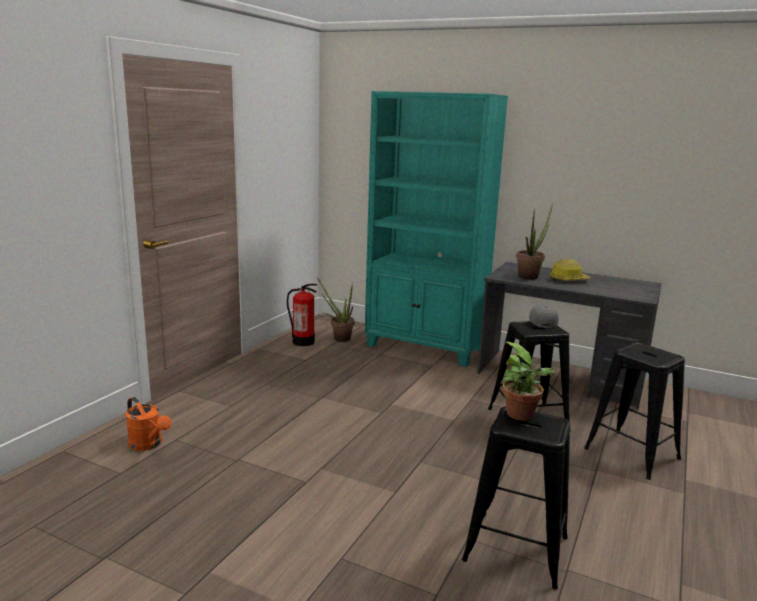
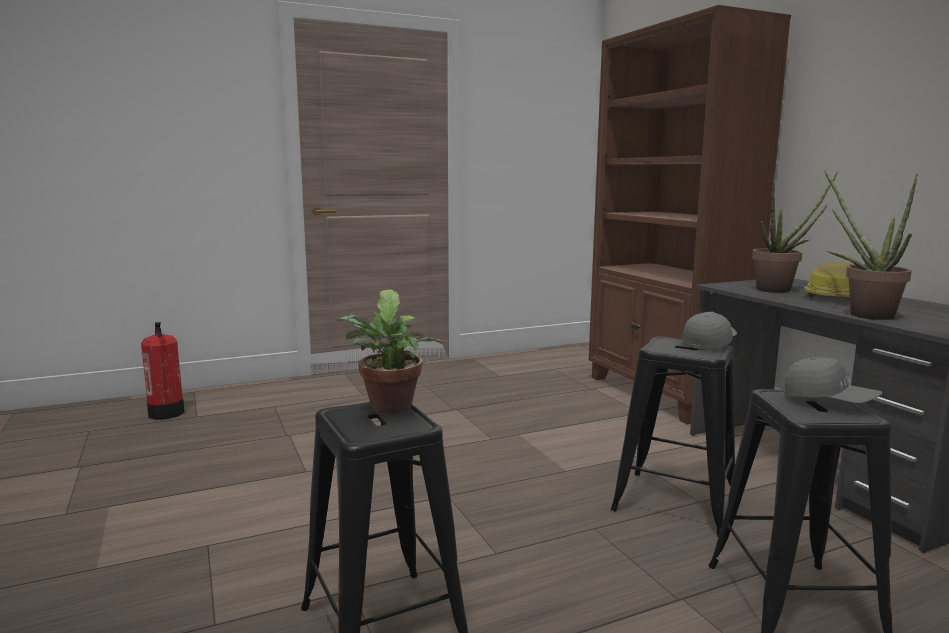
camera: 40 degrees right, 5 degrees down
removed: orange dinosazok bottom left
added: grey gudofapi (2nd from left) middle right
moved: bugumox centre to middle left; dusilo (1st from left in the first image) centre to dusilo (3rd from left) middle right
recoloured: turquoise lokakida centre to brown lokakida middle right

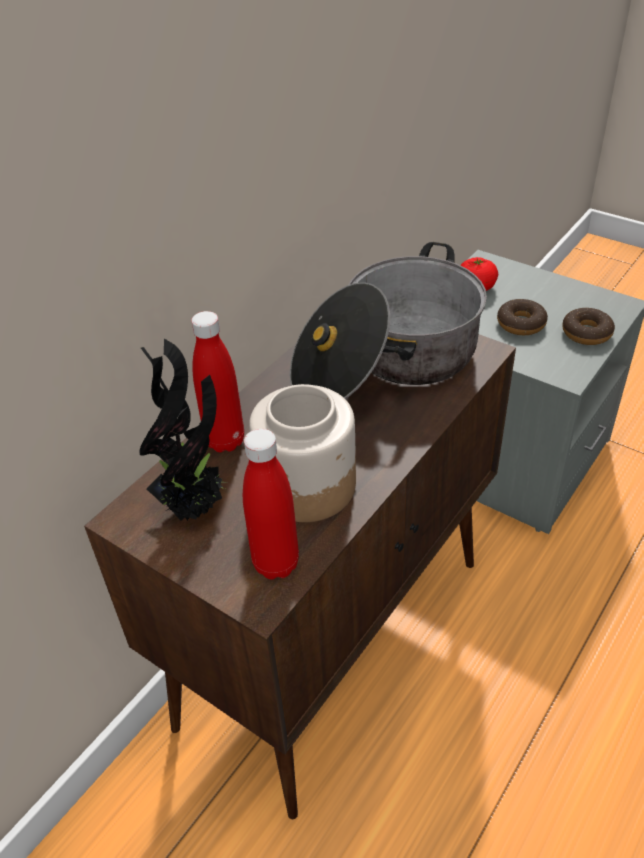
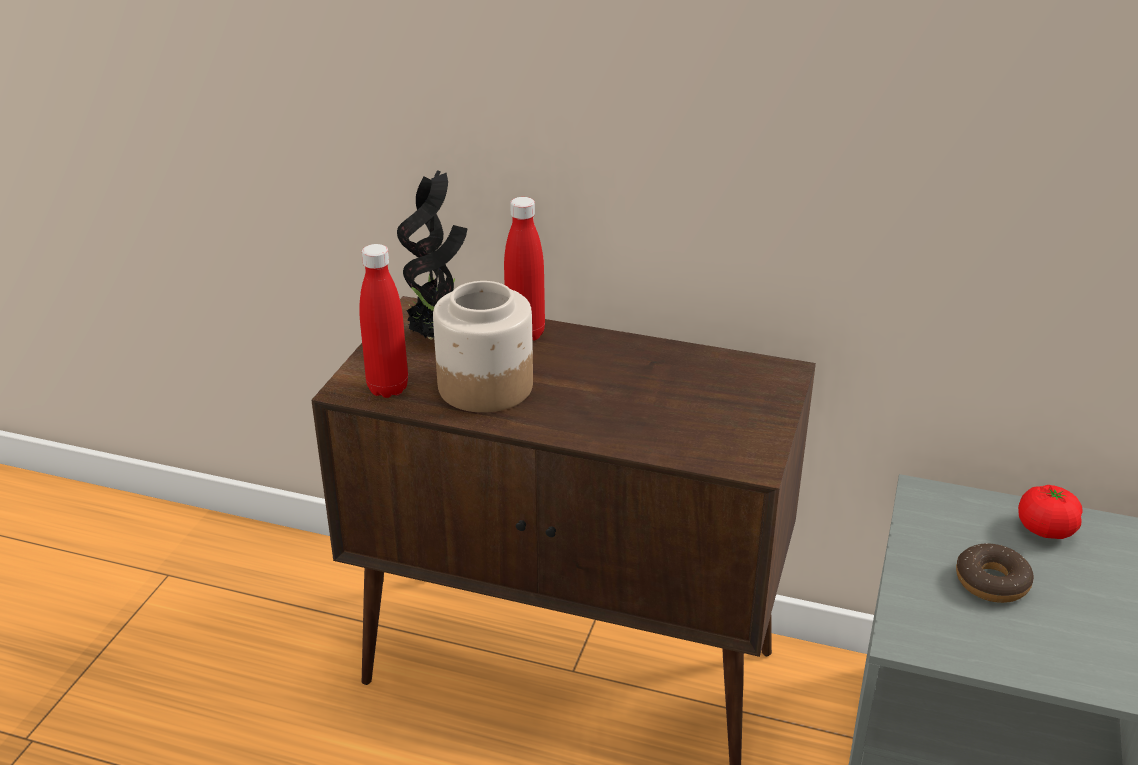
camera: 70 degrees right, 10 degrees down
removed: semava centre; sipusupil (2nd from left) middle right

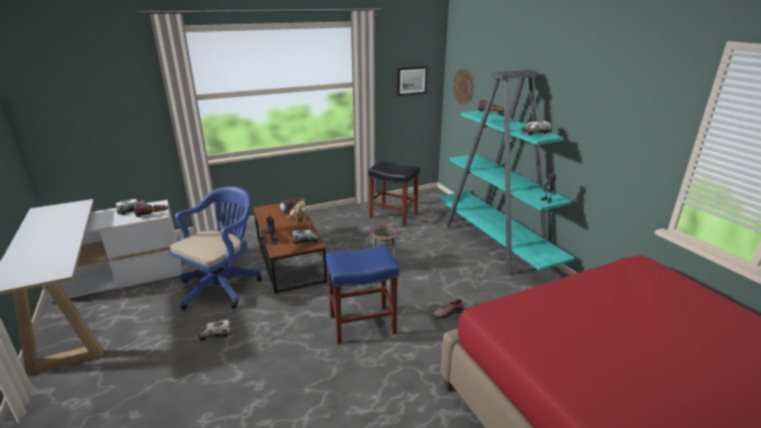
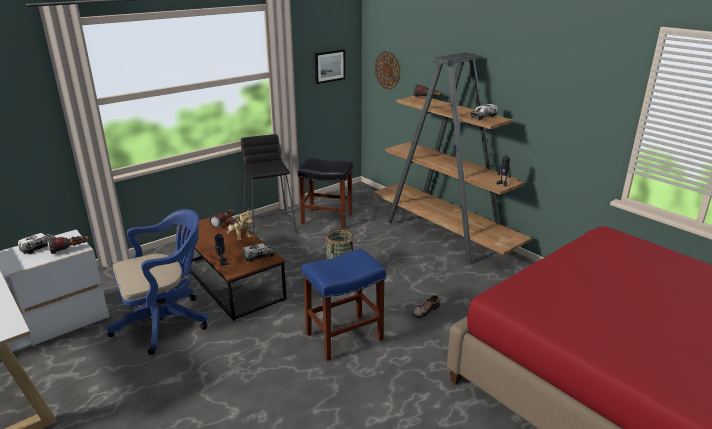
camera: 15 degrees left, 0 degrees up
removed: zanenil (2nd from left) bottom left
added: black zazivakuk (1st from left) centre
recoloured: turquoise lokakida centre to brown lokakida centre
turned: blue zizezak middle left = middle left 45 degrees clockwise

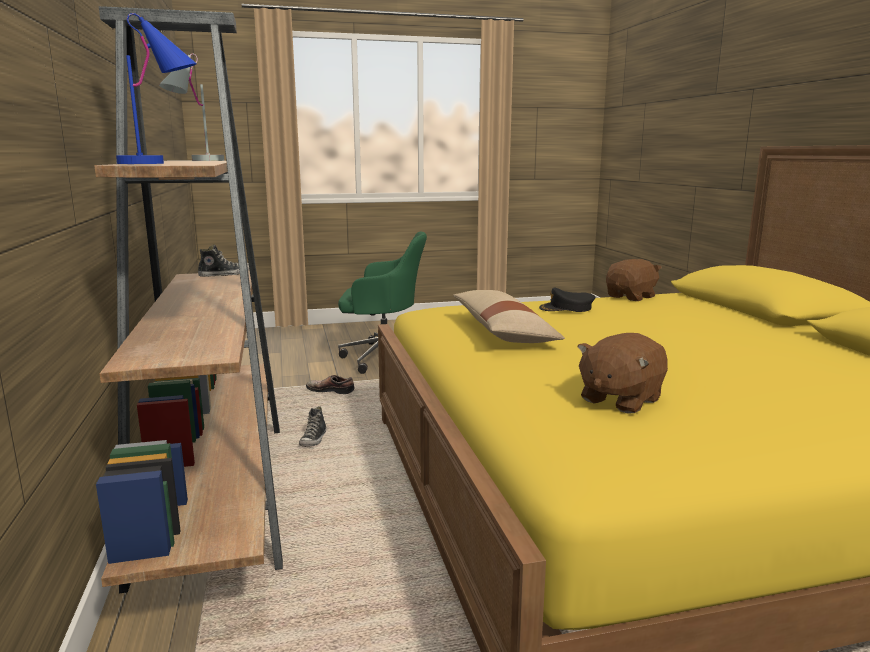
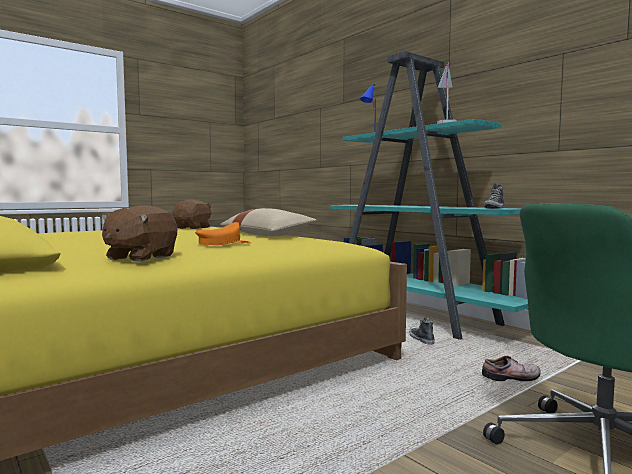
camera: 155 degrees right, 10 degrees down
recoloured: black gudofapi centre to orange gudofapi centre; brown lokakida middle left to turquoise lokakida middle right

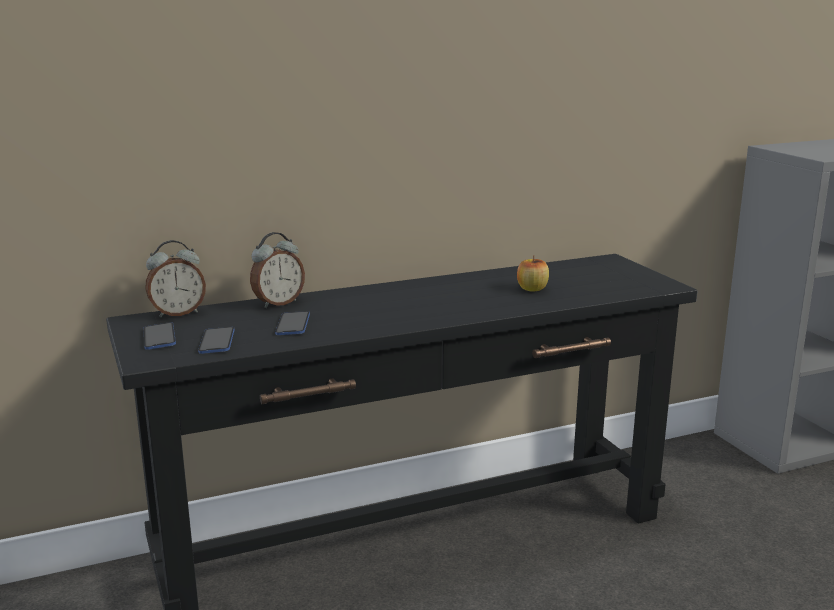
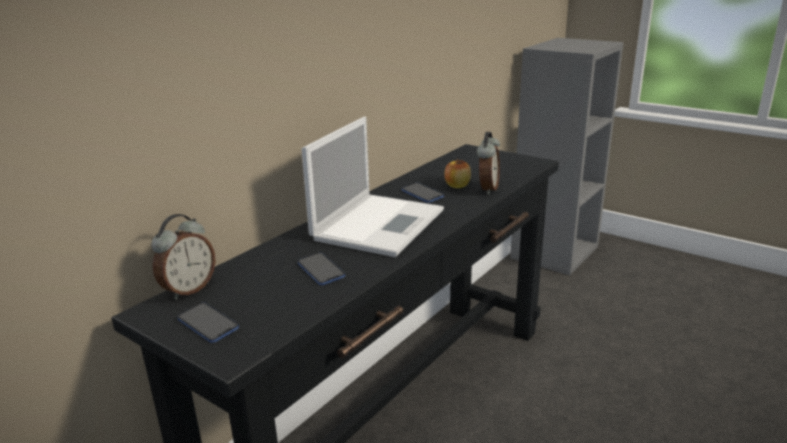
camera: 30 degrees left, 5 degrees up
added: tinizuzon centre
moved: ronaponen (2nd from left in the first image) middle left to ronaponen (3rd from left) centre; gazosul (2nd from left) middle left to centre

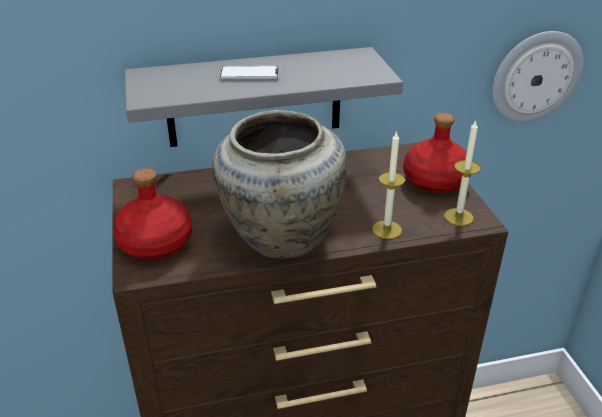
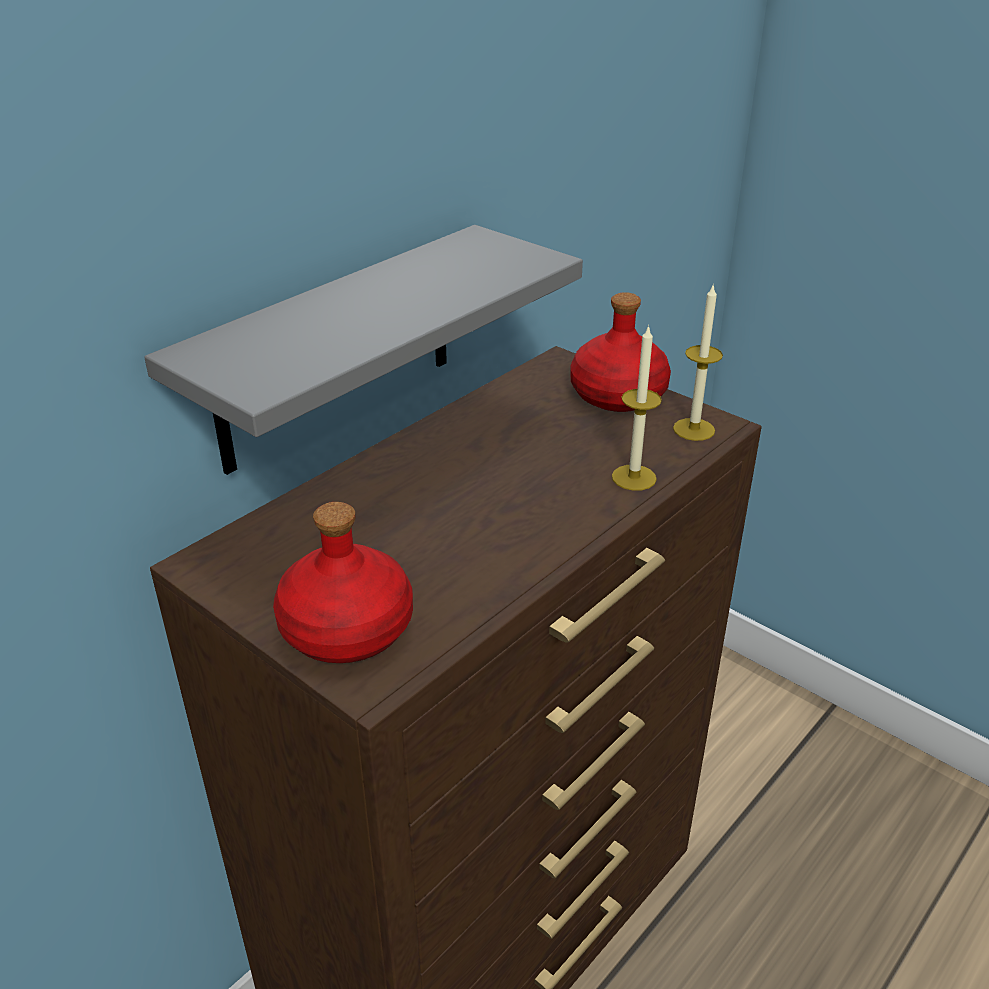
camera: 35 degrees left, 0 degrees up
removed: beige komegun centre; ronaponen top centre; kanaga top right

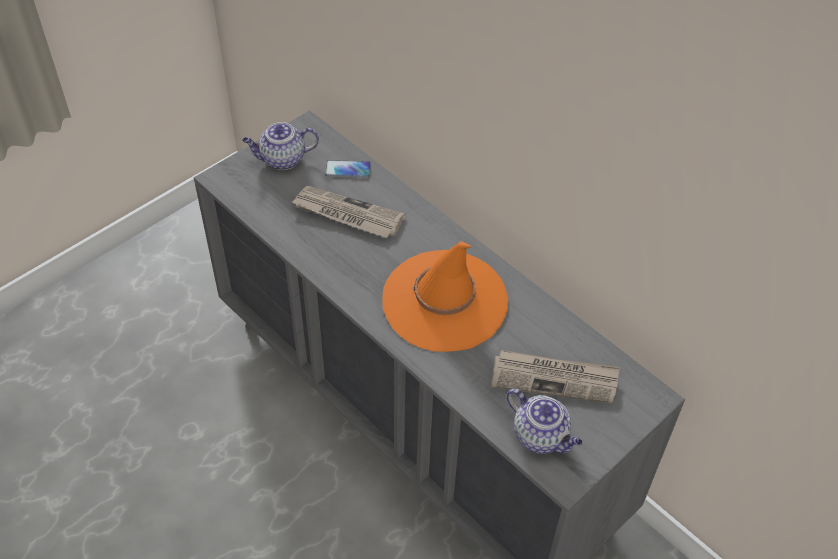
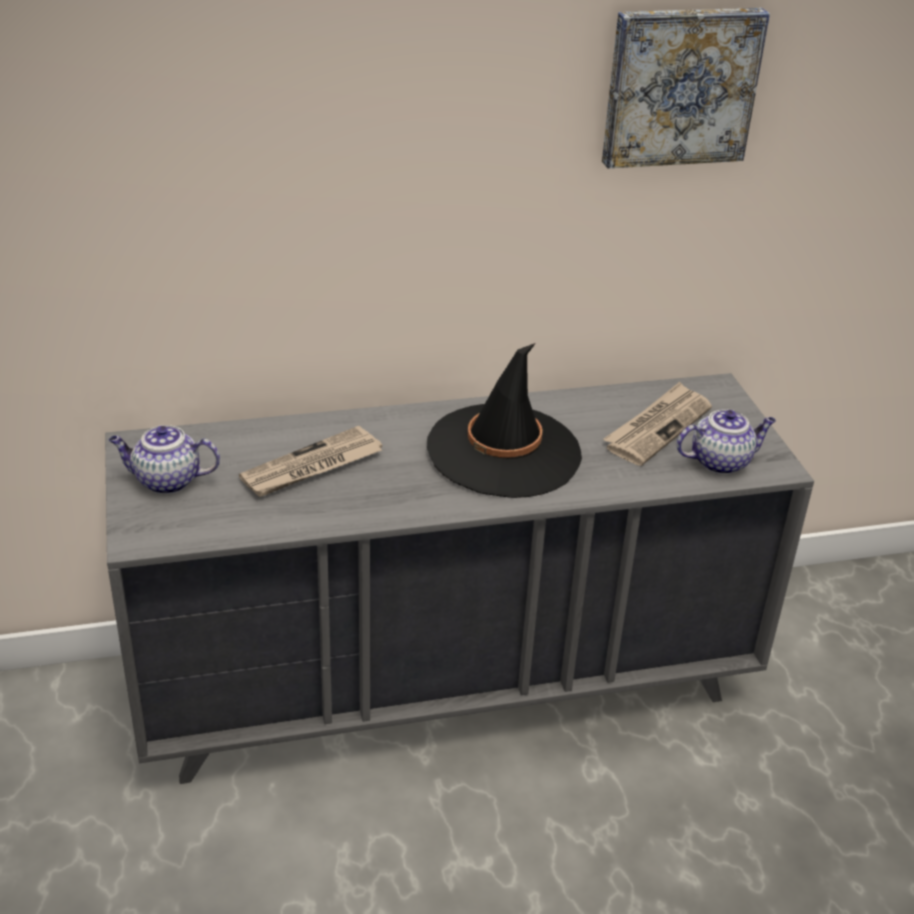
camera: 60 degrees left, 15 degrees down
removed: ronaponen top centre
added: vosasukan top right
recoloured: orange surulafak centre to black surulafak centre
turned: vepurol (1st from left) top centre = middle left 75 degrees clockwise

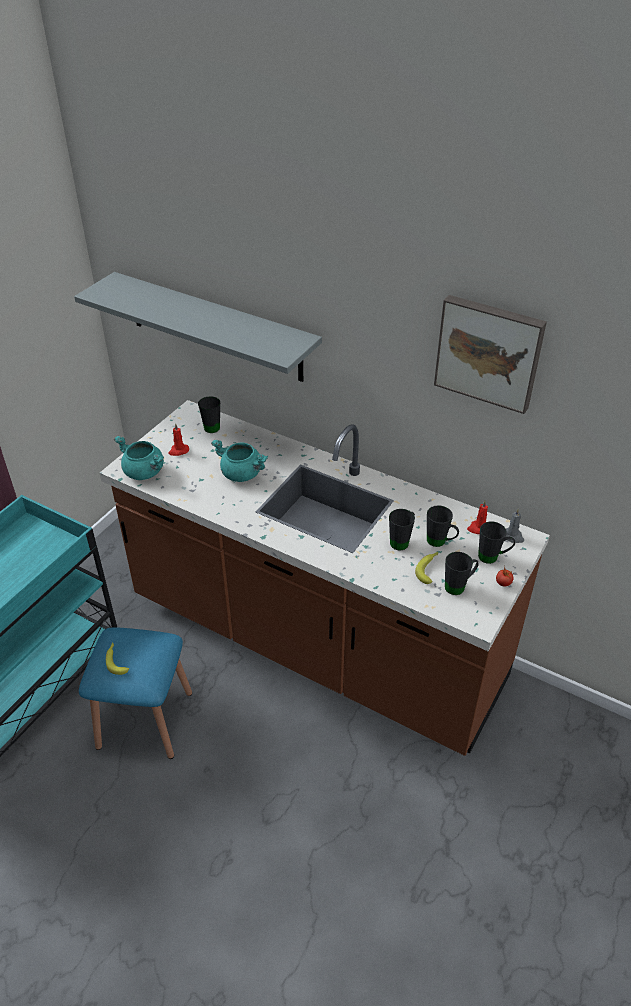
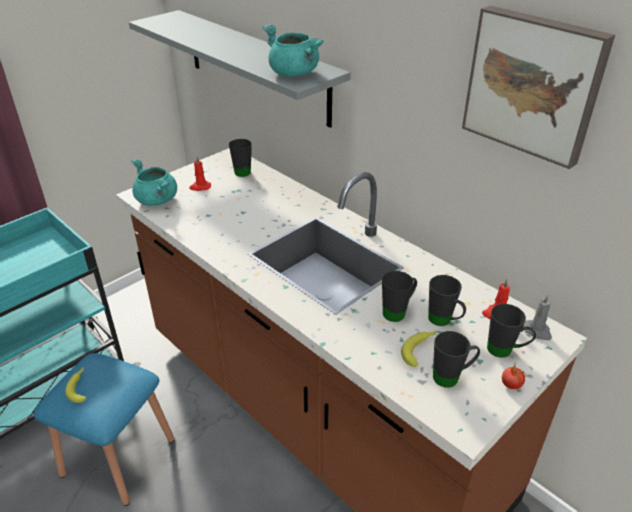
camera: 15 degrees right, 5 degrees down
moved: turquoise semava (2nd from left) centre to top centre

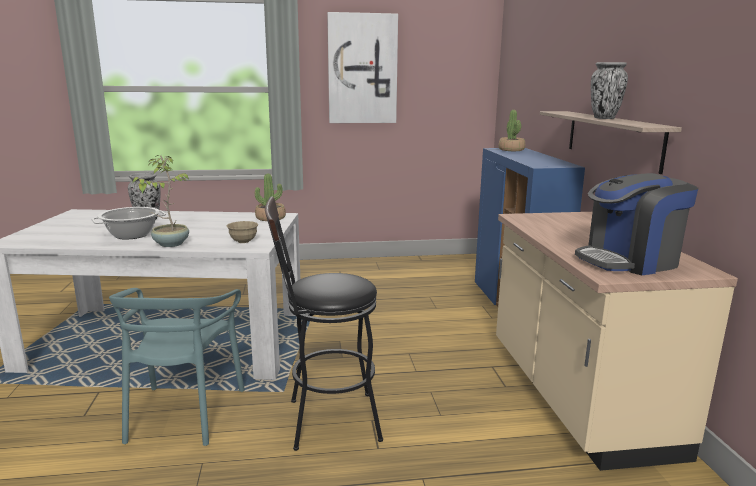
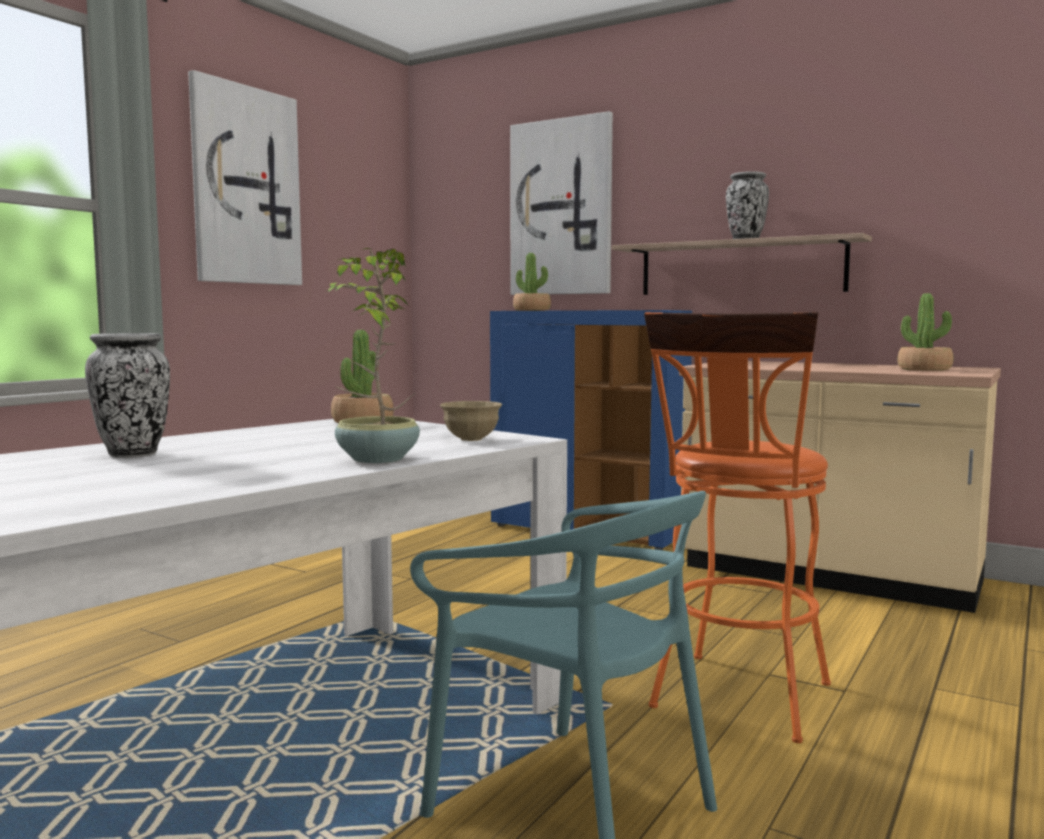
camera: 50 degrees left, 10 degrees down
removed: semava middle left
added: vosasukan (2nd from left) top centre
replaced: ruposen middle right to dusilo (4th from left) middle right
recoloured: black zazivakuk bottom centre to orange zazivakuk middle right

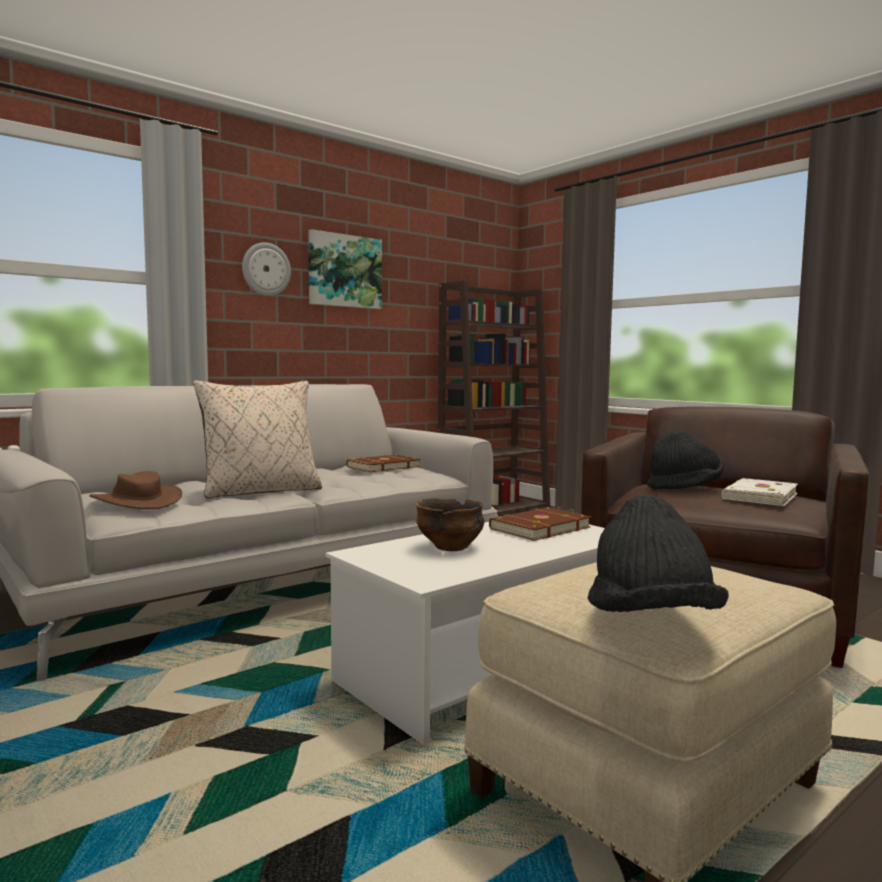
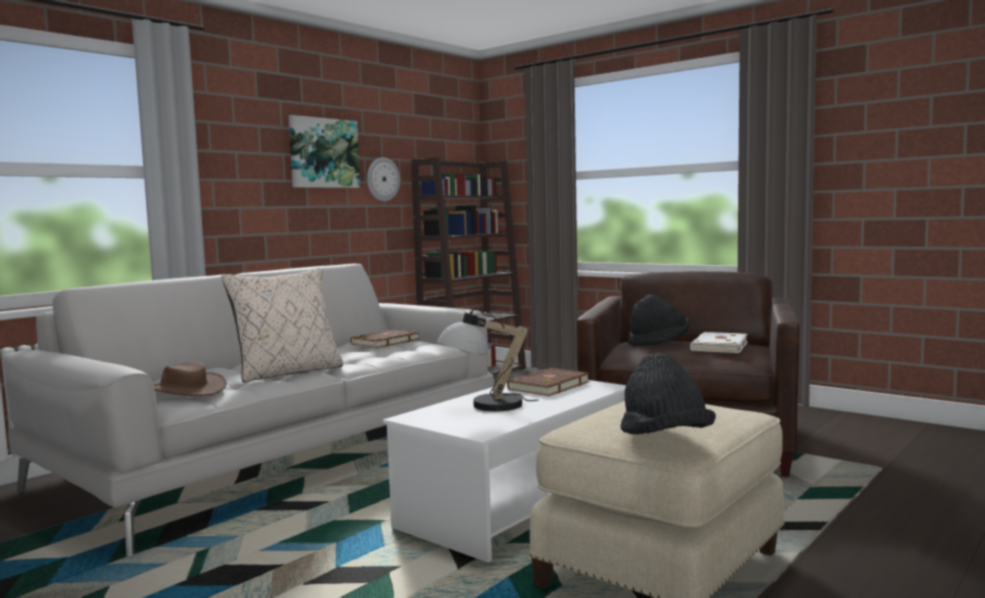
camera: 10 degrees left, 0 degrees up
moved: kanaga top left to top centre
replaced: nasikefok centre to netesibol centre

